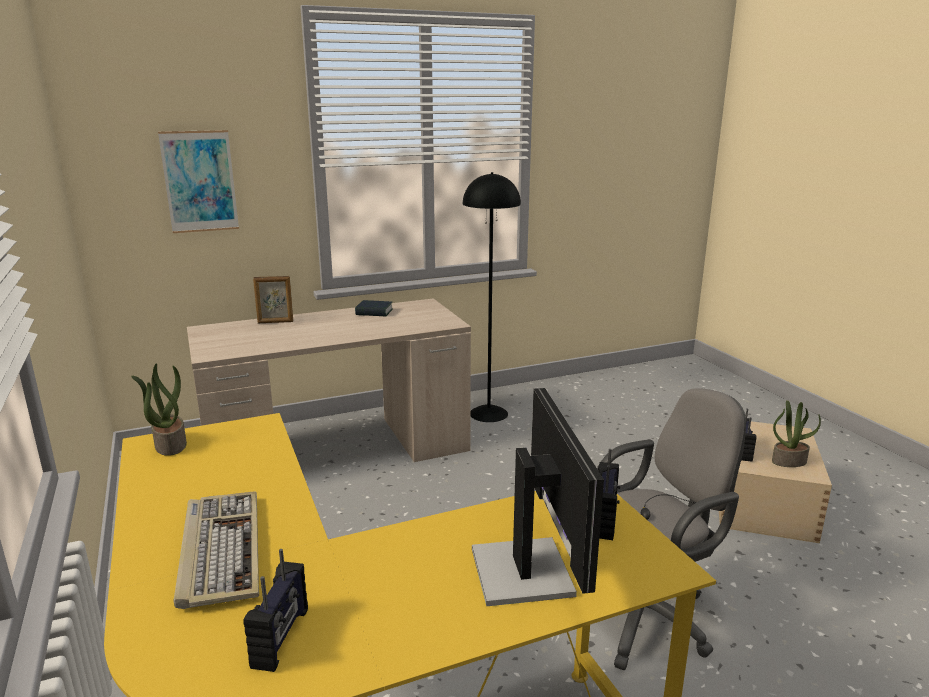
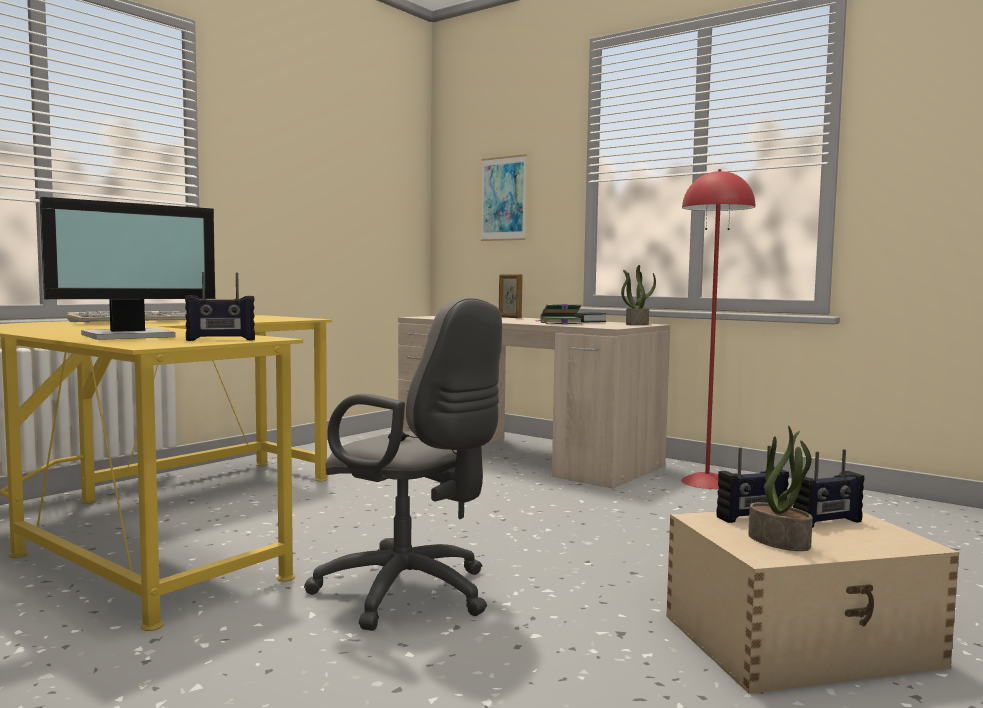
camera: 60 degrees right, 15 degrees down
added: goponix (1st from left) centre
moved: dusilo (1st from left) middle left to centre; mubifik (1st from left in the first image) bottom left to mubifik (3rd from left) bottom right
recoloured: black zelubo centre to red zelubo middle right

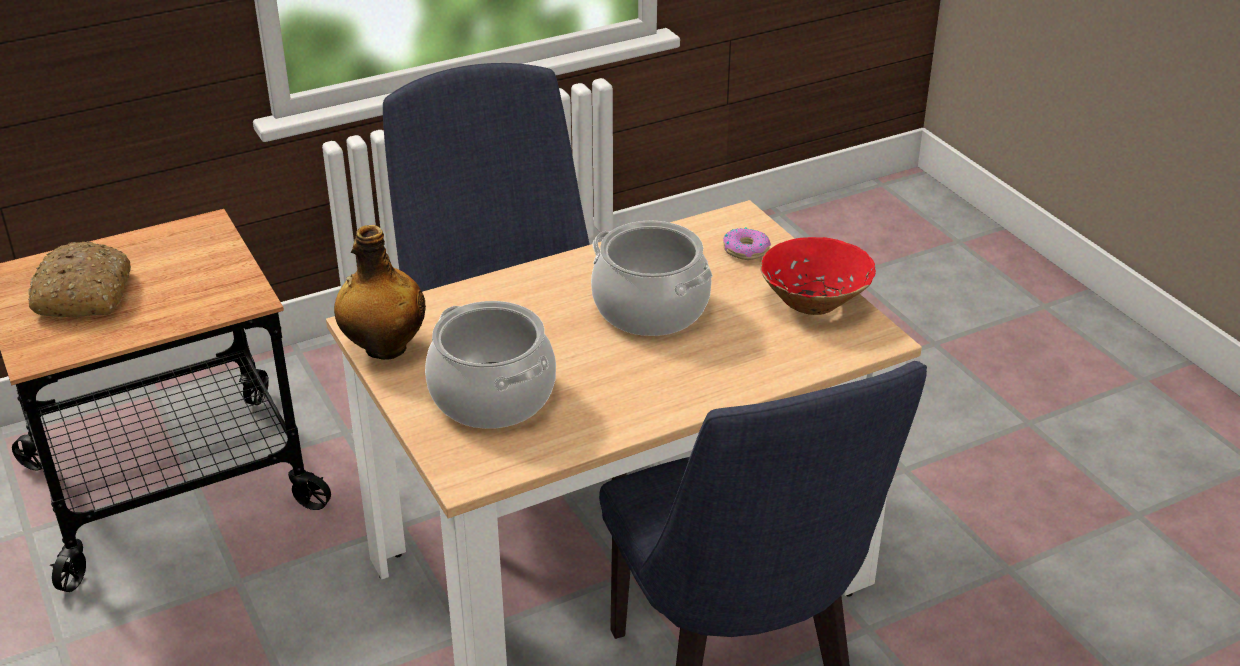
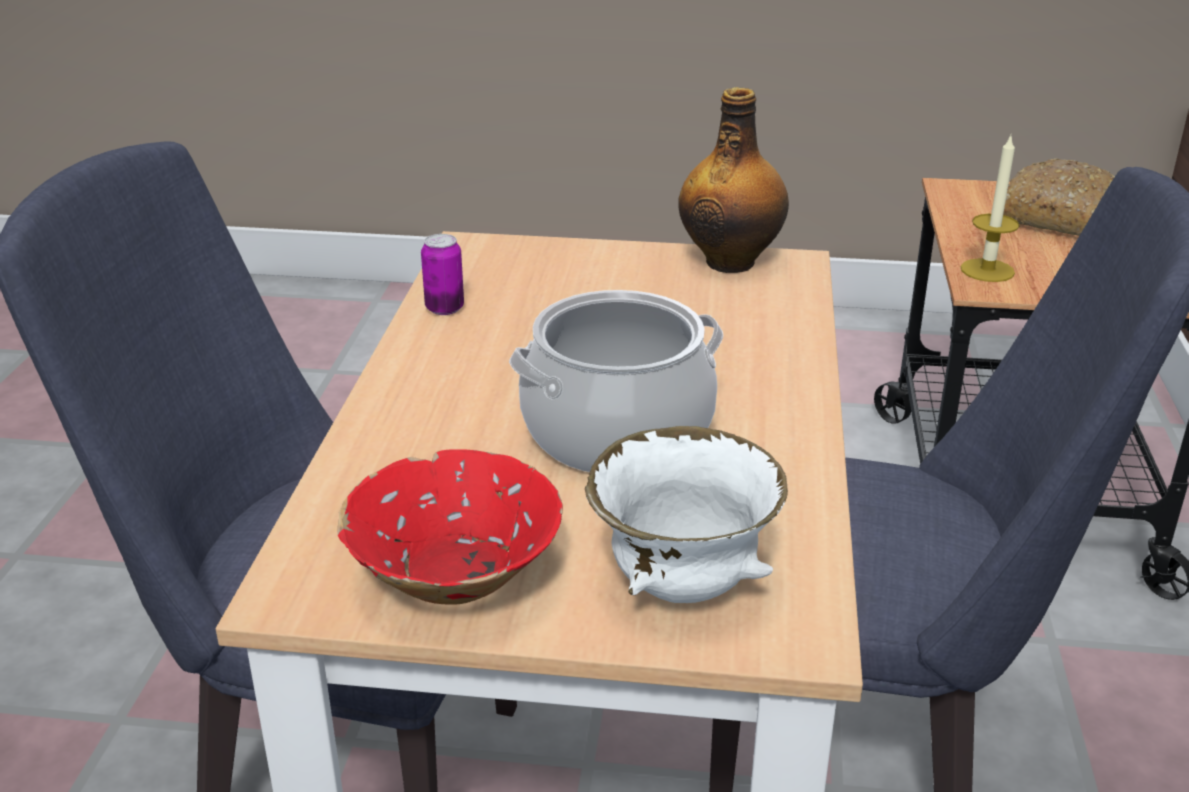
camera: 125 degrees right, 5 degrees down
removed: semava (1st from left) centre
added: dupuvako centre; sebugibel top right
replaced: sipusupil centre to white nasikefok centre

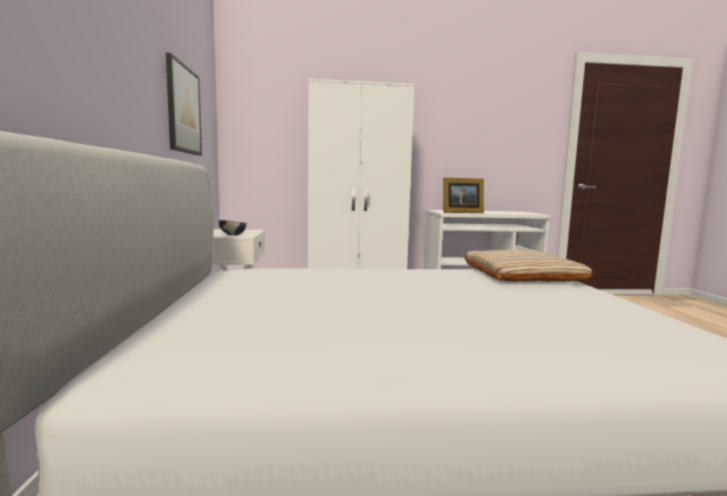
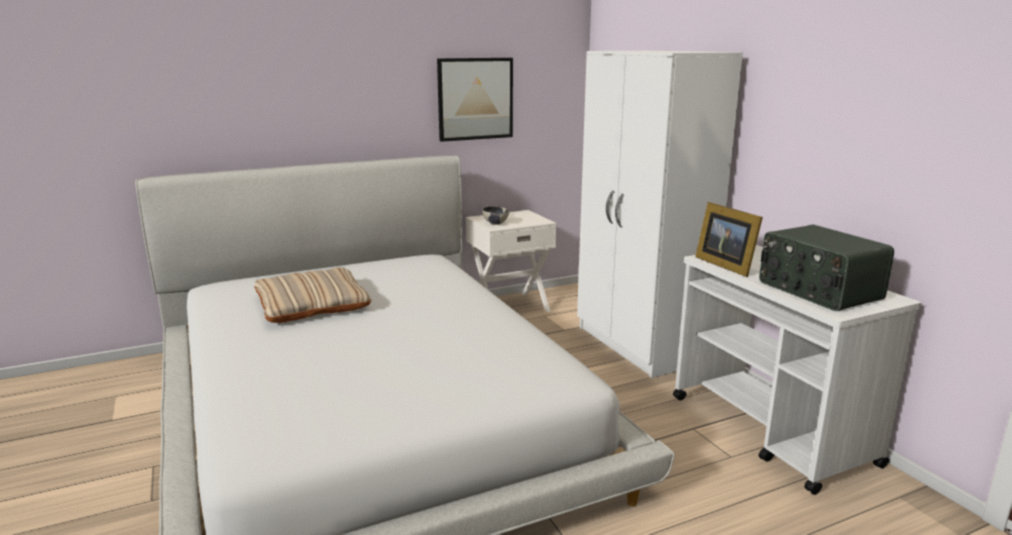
camera: 70 degrees right, 10 degrees up
added: mubifik middle right
moved: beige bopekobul middle right to middle left

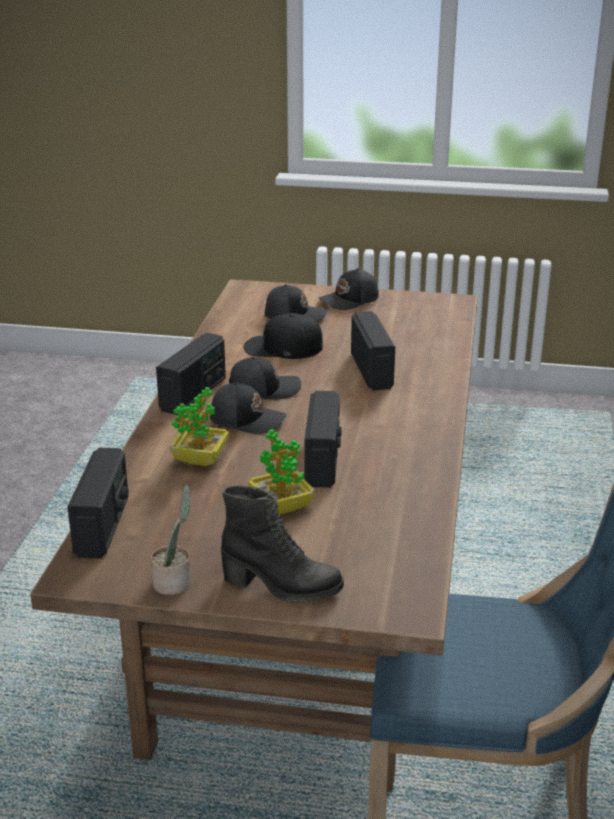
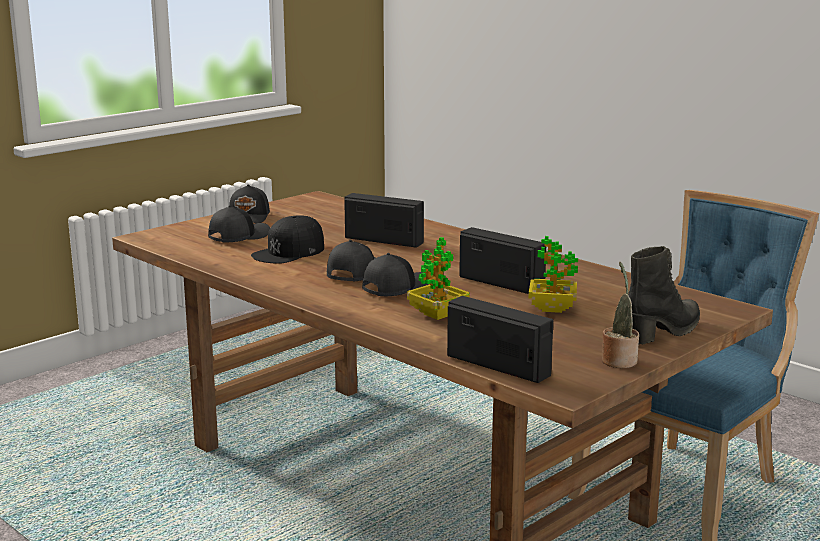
camera: 55 degrees left, 10 degrees down
removed: mubifik (2nd from left) middle left

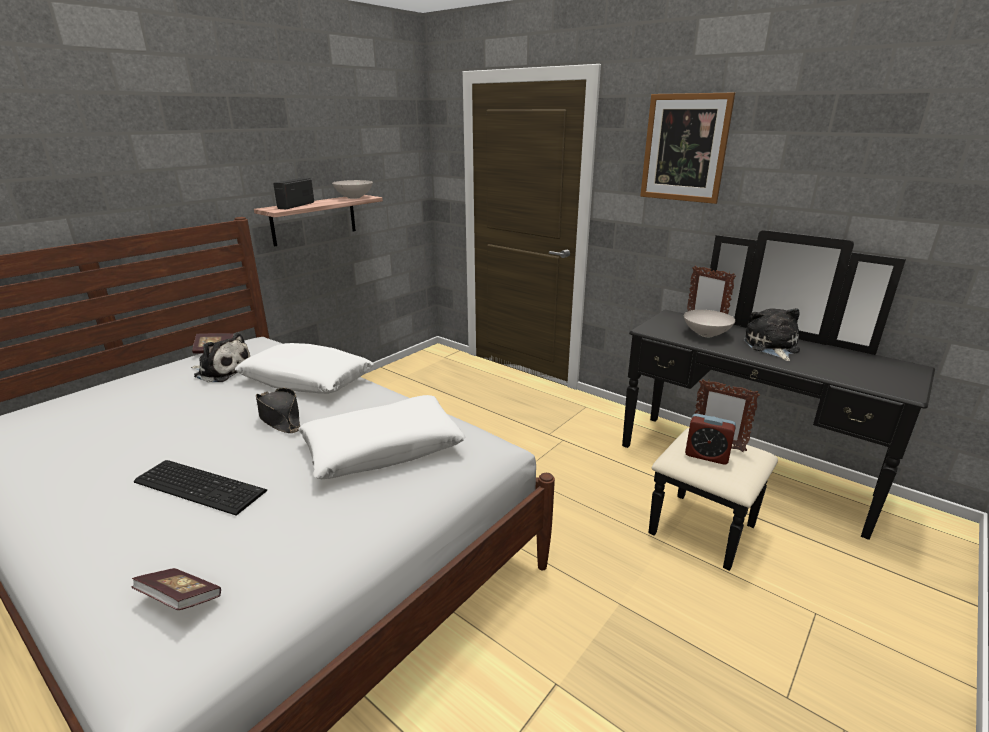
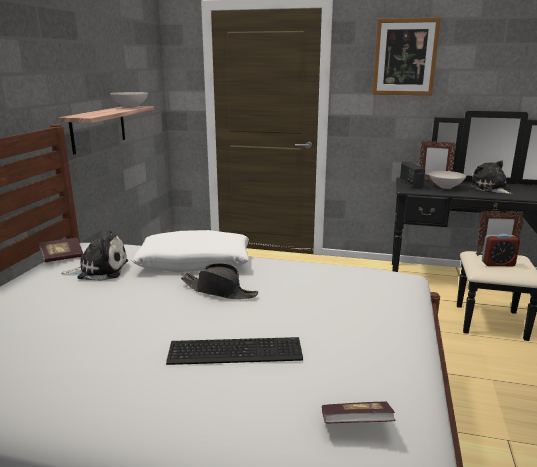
camera: 25 degrees left, 5 degrees down
removed: white bopekobul (2nd from left) centre
moved: mubifik top left to middle right

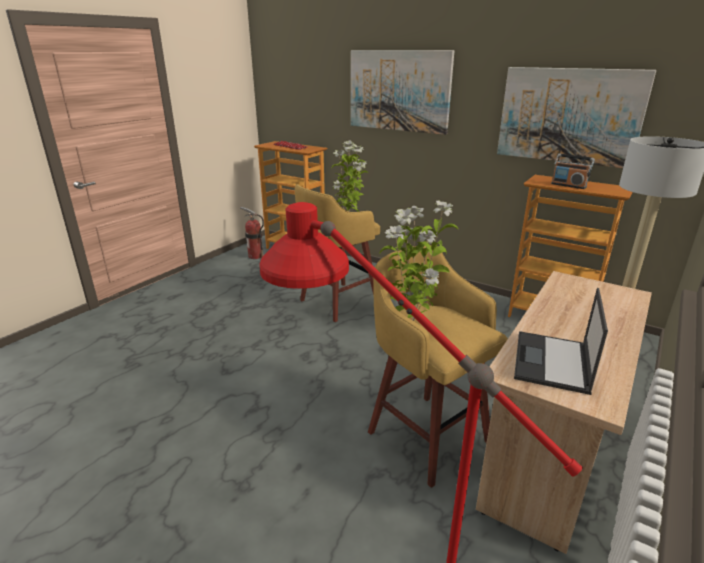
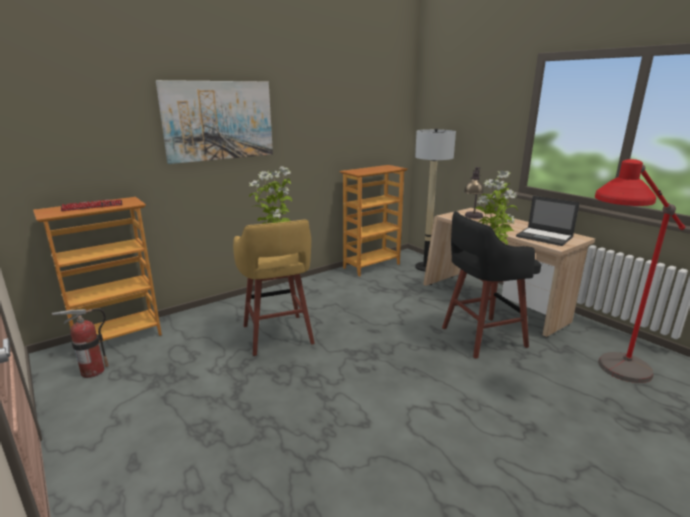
camera: 70 degrees left, 5 degrees down
removed: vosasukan (2nd from left) top right; mubifik top right
added: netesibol middle right
recoloured: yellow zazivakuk (2nd from left) centre to black zazivakuk middle right

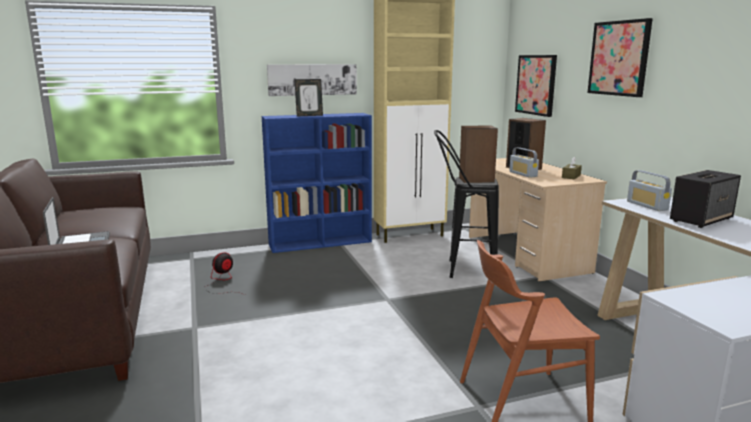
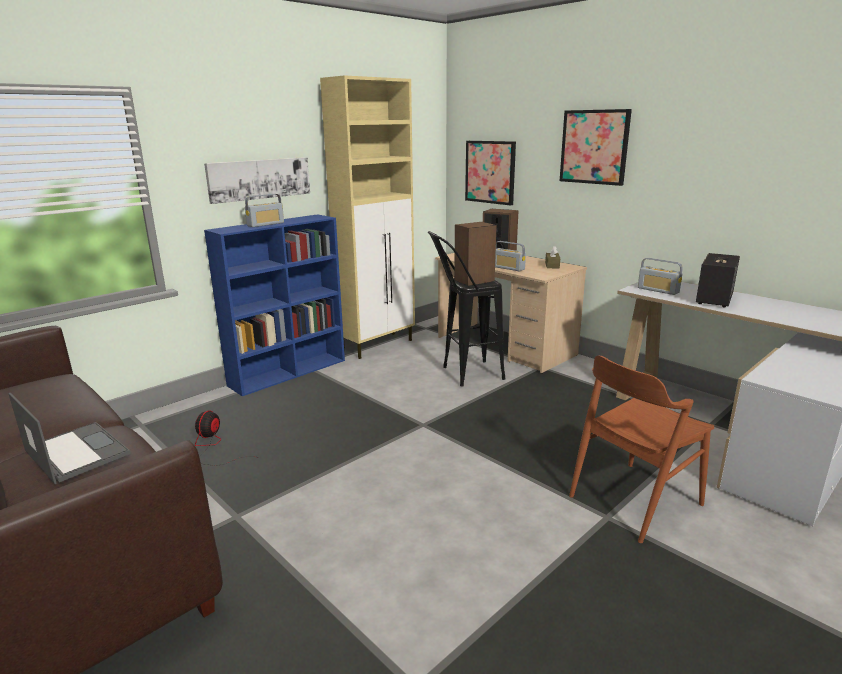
camera: 25 degrees left, 5 degrees up
replaced: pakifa top centre to mubifik (1st from left) top left

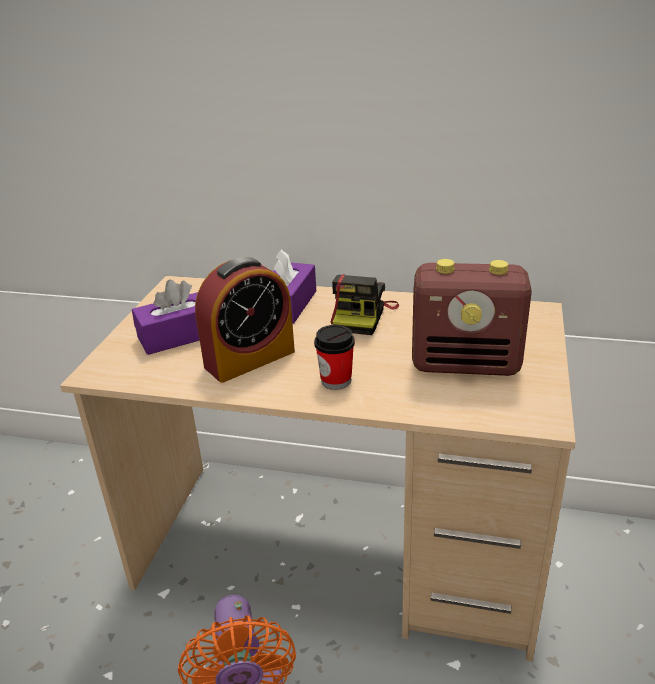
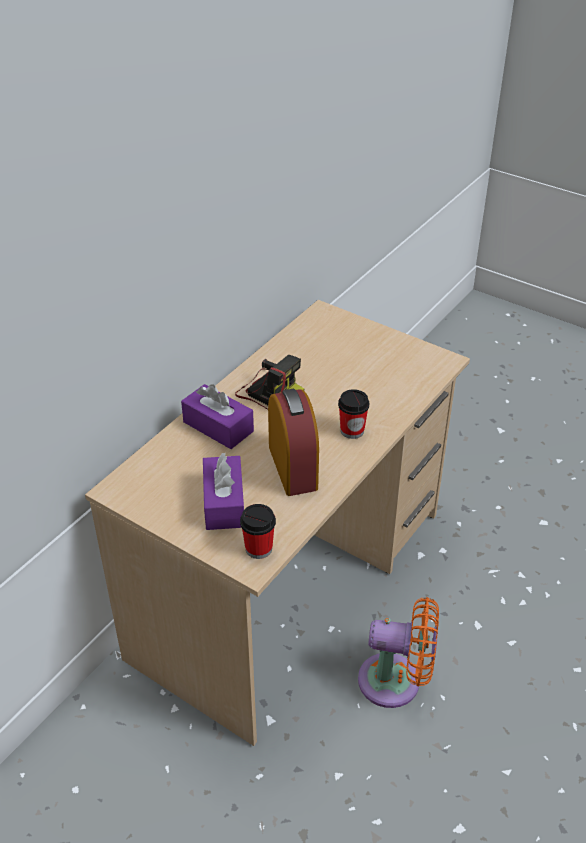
camera: 70 degrees left, 10 degrees up
removed: mubifik middle right
added: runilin (1st from left) centre

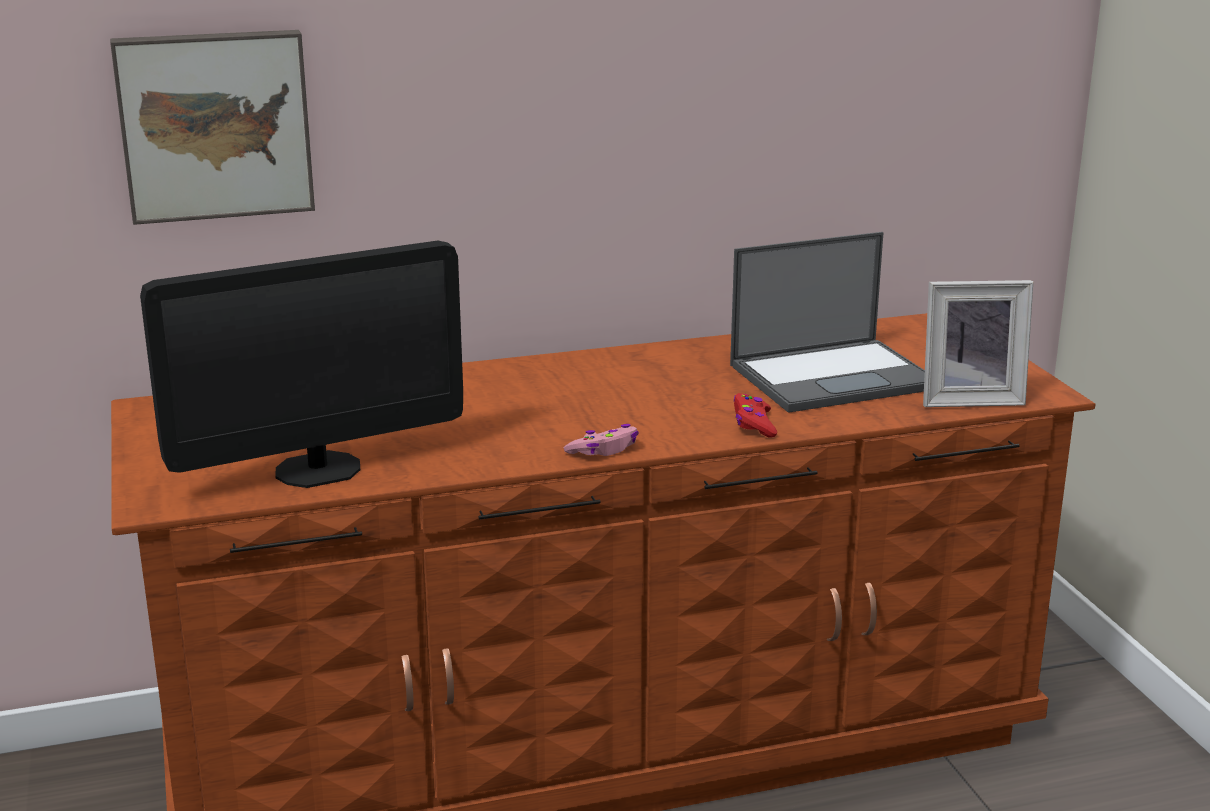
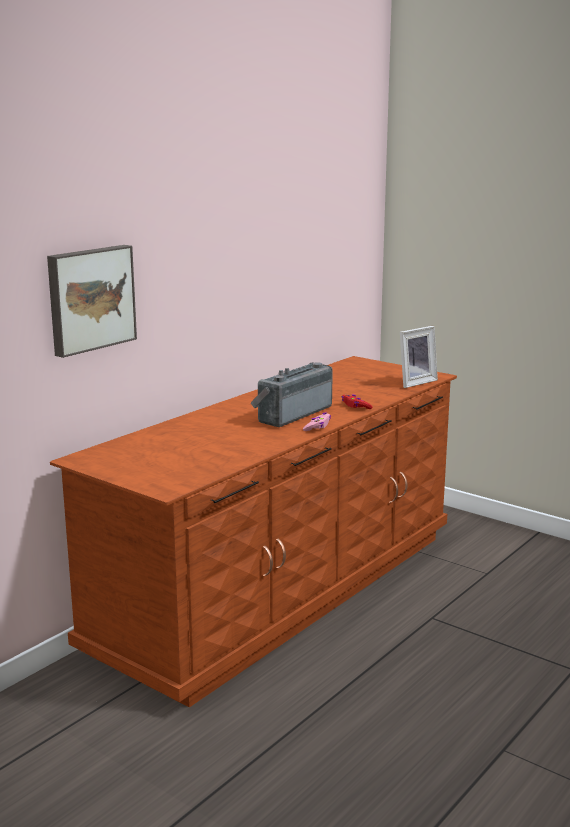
camera: 35 degrees left, 5 degrees down
removed: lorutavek middle left; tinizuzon middle right
added: mubifik centre

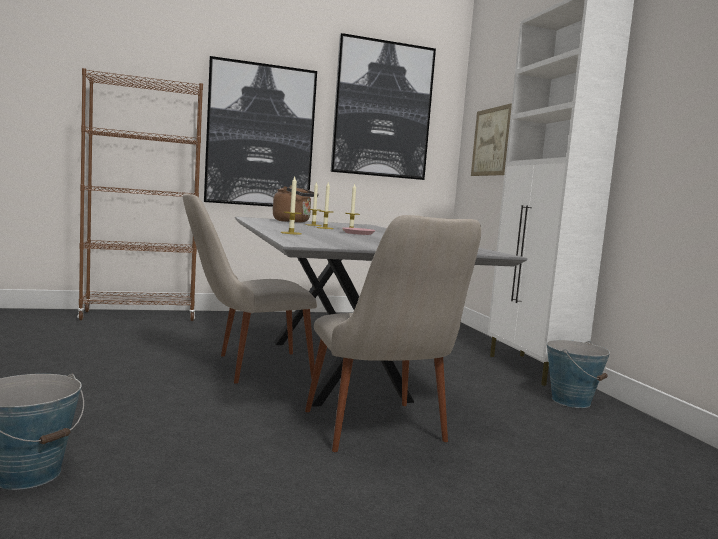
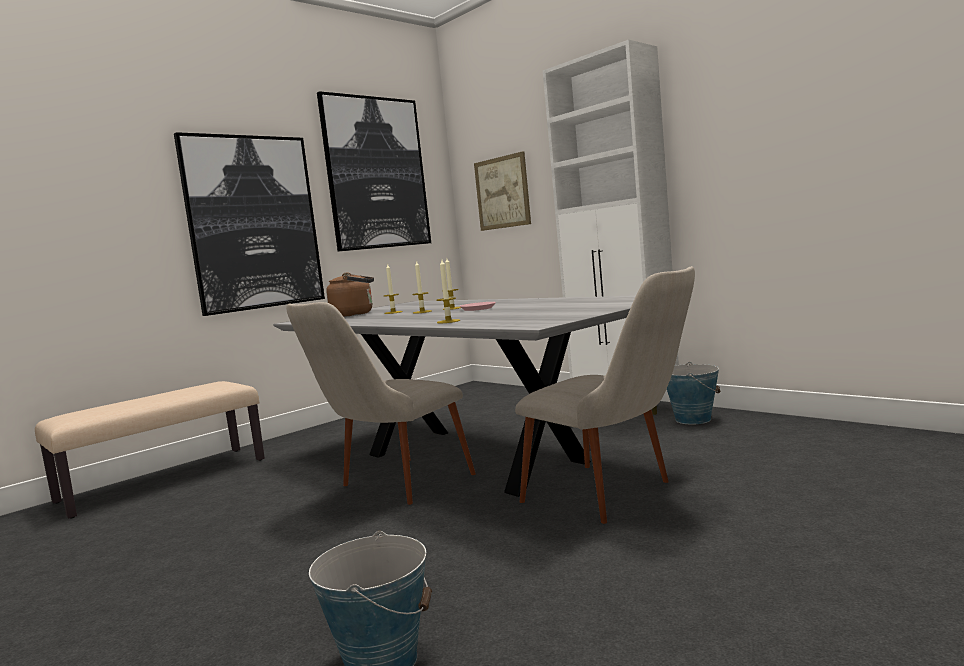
camera: 25 degrees left, 0 degrees up
replaced: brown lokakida middle left to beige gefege bottom left

